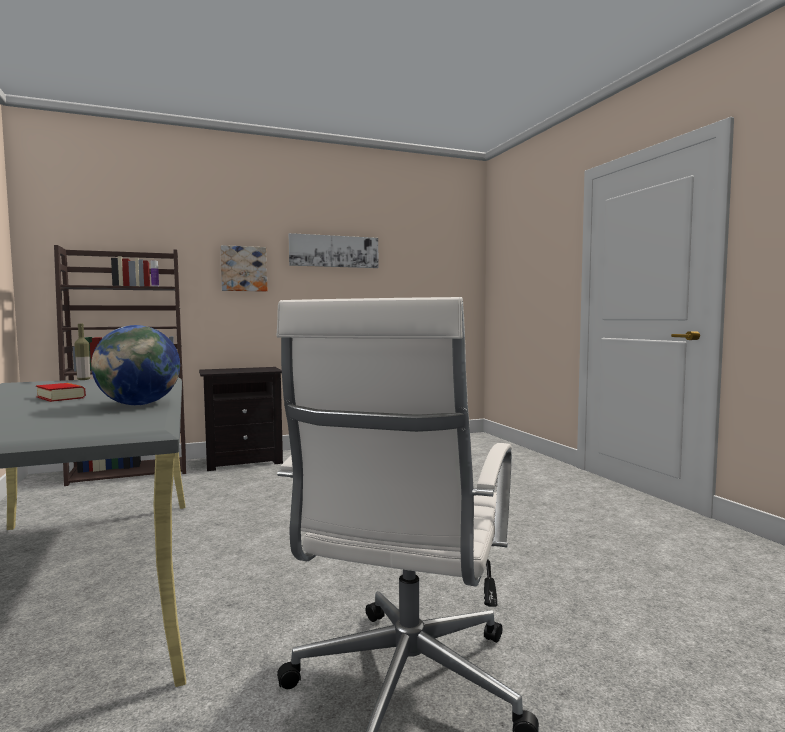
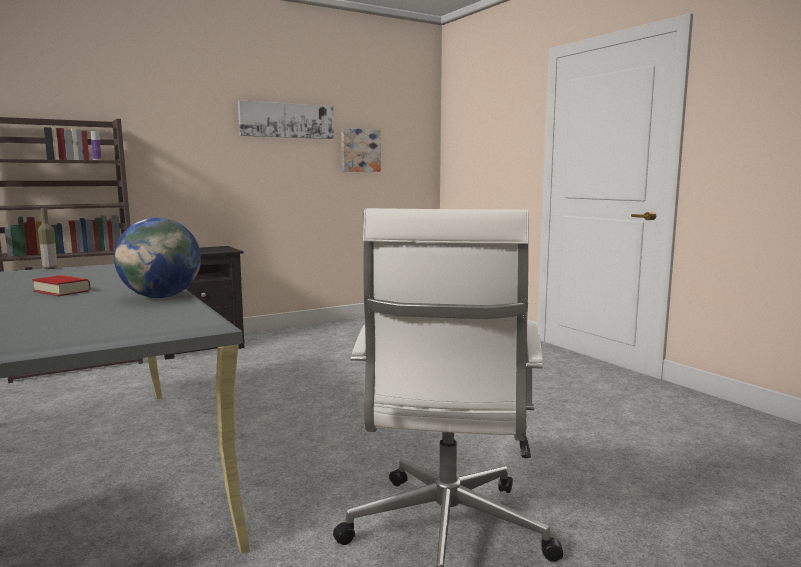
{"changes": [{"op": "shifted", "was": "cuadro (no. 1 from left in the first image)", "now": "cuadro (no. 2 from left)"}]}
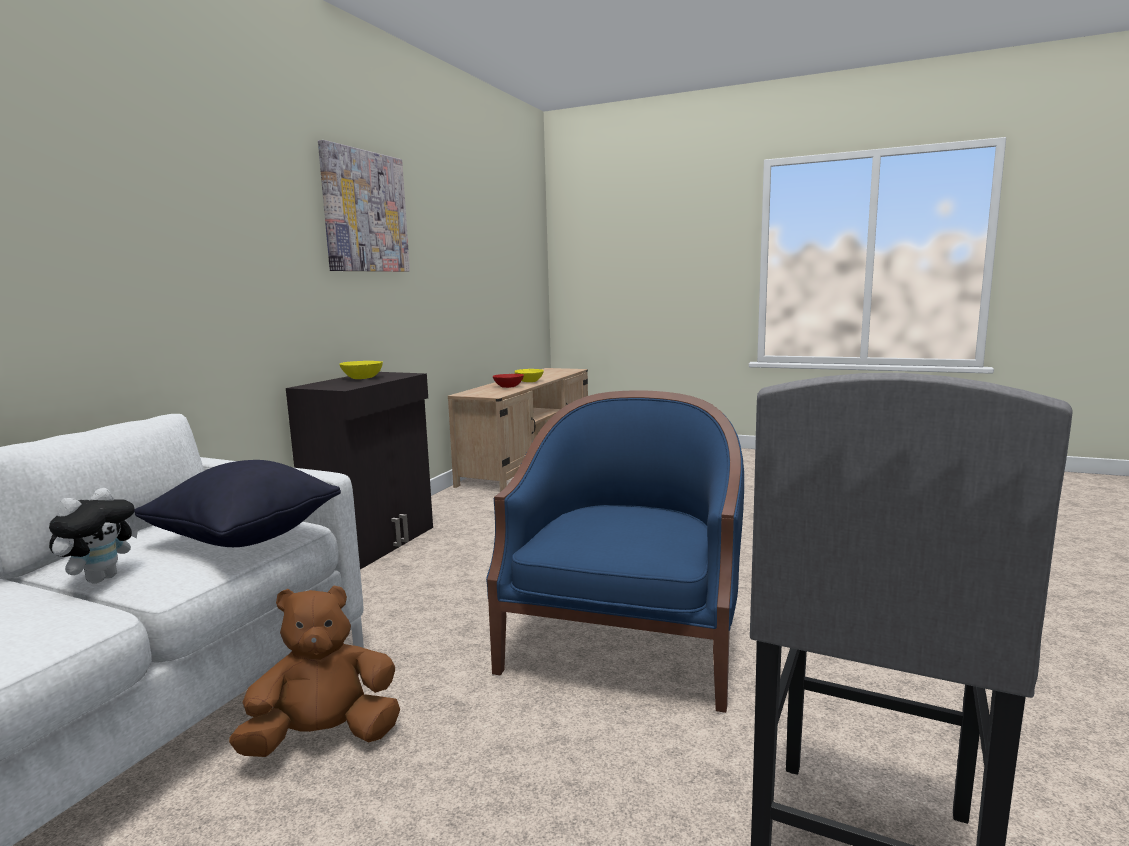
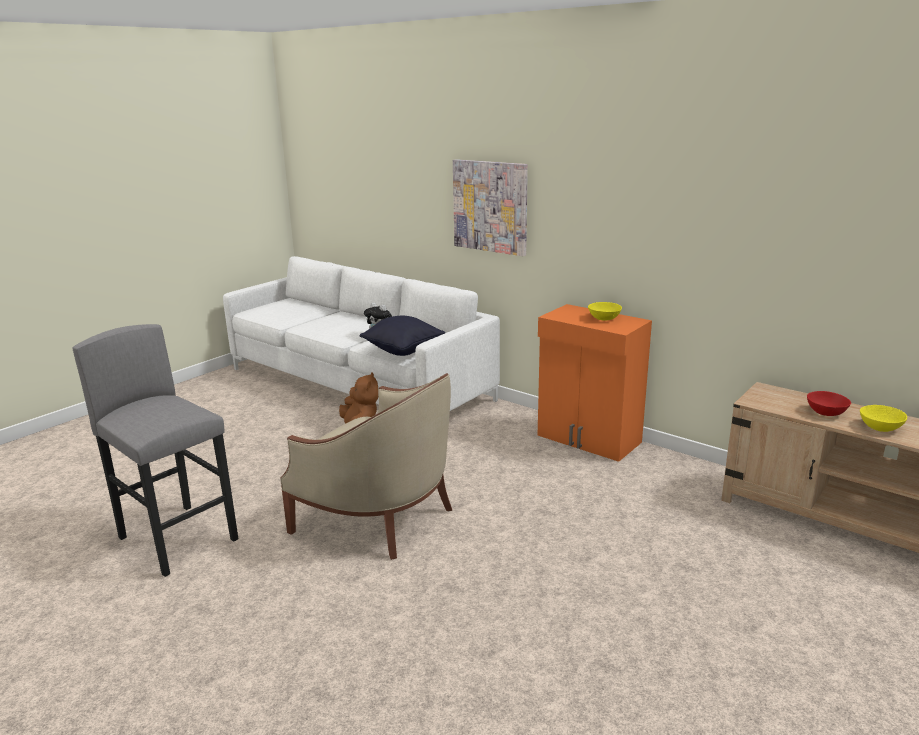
{"changes": [{"op": "shifted", "was": "cuadro"}, {"op": "repainted", "was": "armario [negro]", "now": "armario [naranja]"}, {"op": "repainted", "was": "sillón [azul]", "now": "sillón [beis]"}]}
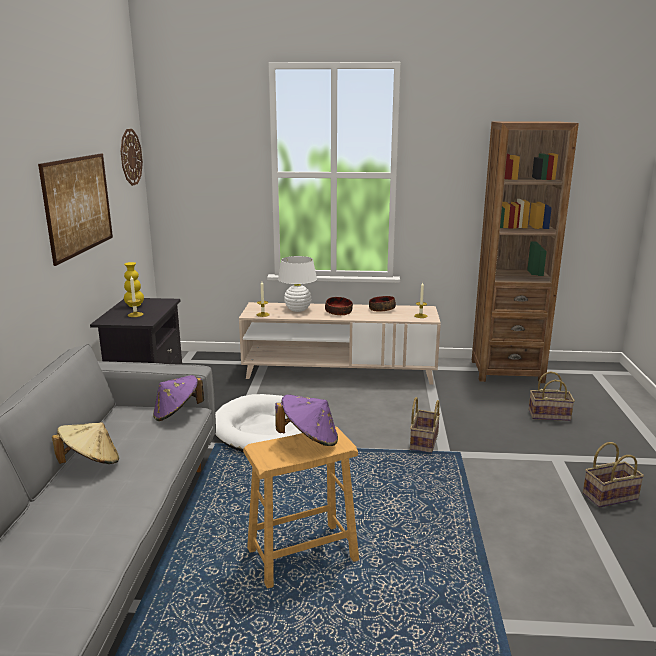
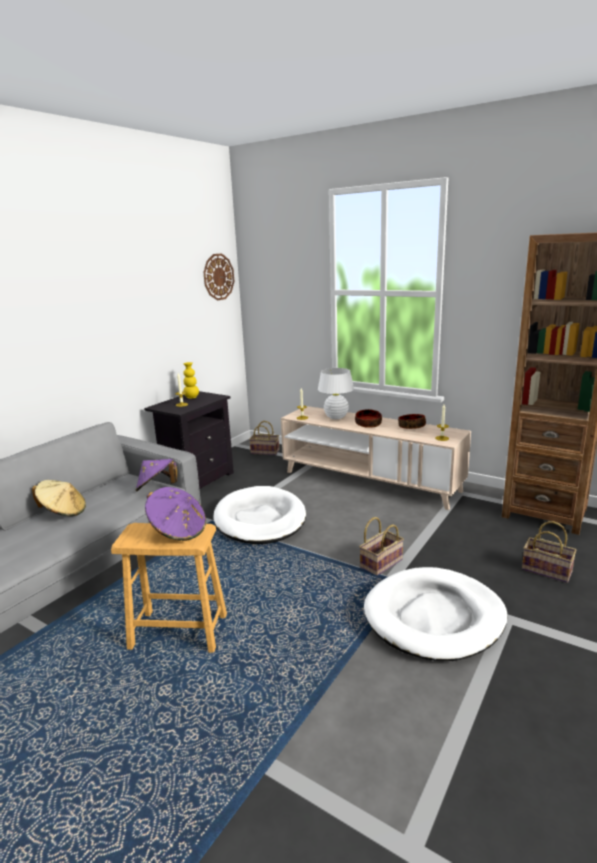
{"changes": [{"op": "gone", "was": "cuadro"}, {"op": "new", "now": "cama para perro [blanco] (no. 2 from left)"}, {"op": "shifted", "was": "cesta (no. 3 from left in the first image)", "now": "cesta (no. 1 from left)"}]}
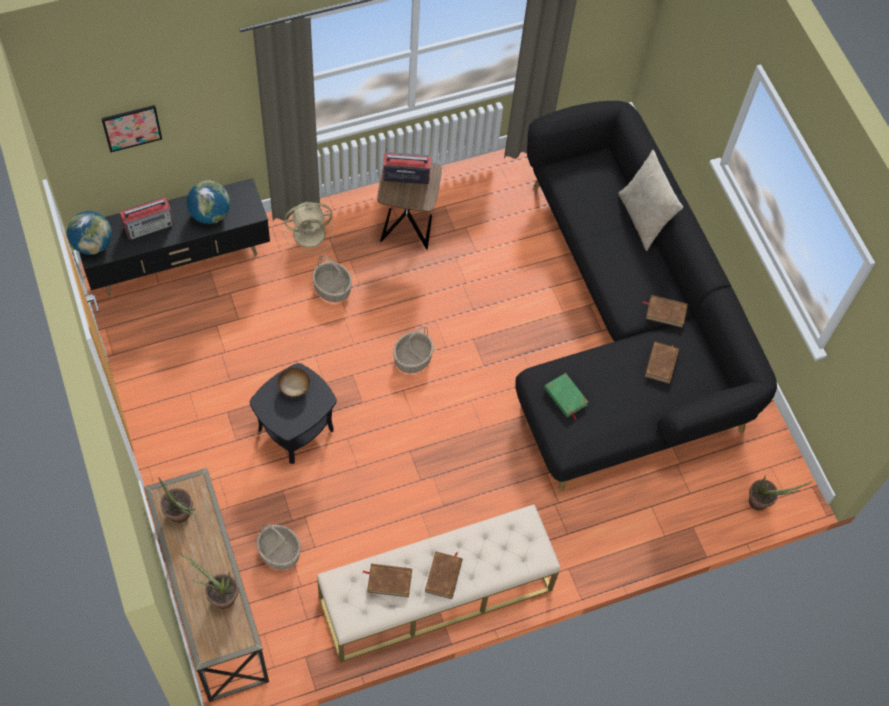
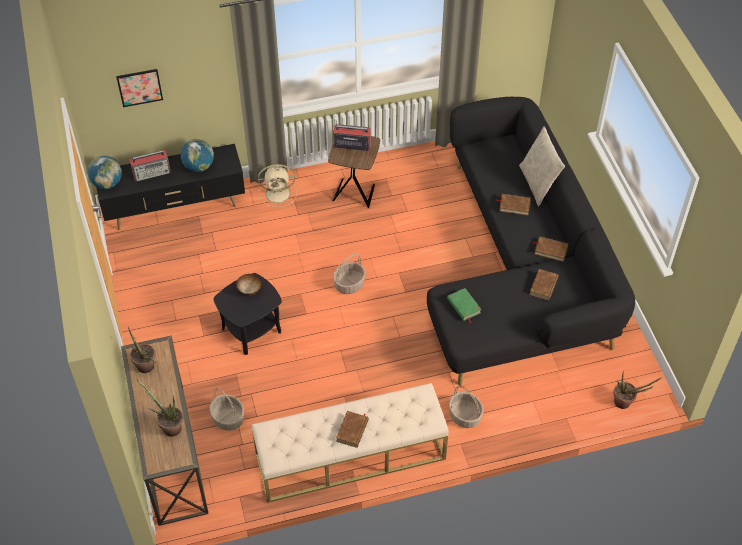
{"changes": [{"op": "shifted", "was": "cesta (no. 2 from left in the first image)", "now": "cesta (no. 3 from left)"}, {"op": "shifted", "was": "libro [marrón] (no. 1 from left in the first image)", "now": "libro [marrón] (no. 2 from left)"}]}
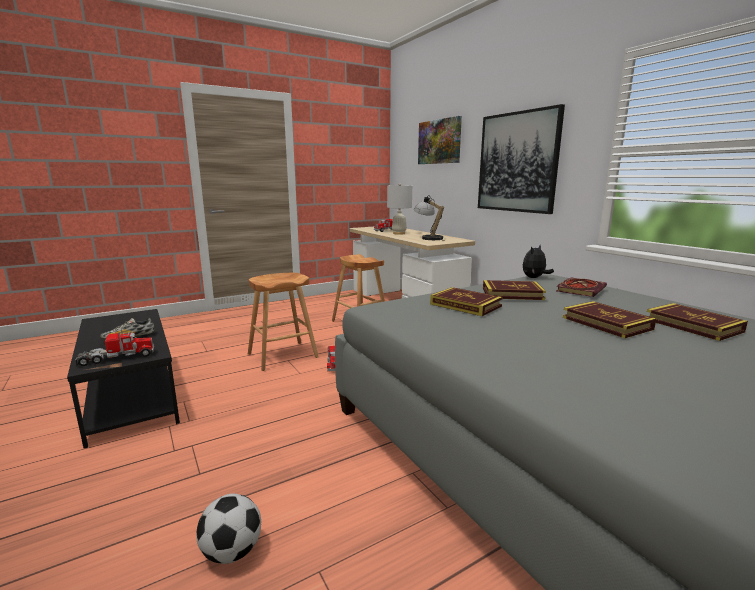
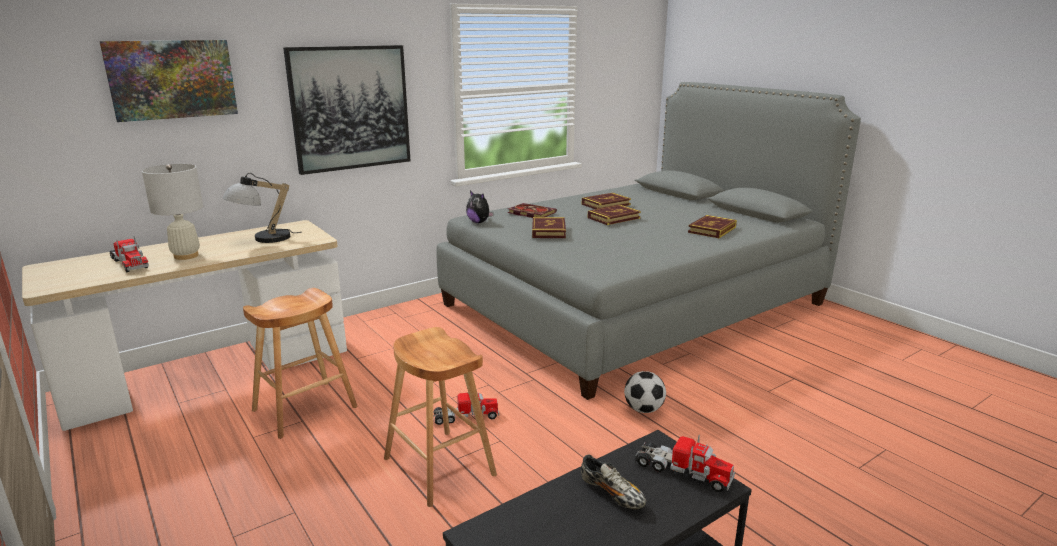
{"changes": [{"op": "shifted", "was": "balón de fútbol"}, {"op": "shifted", "was": "libro (no. 1 from left in the first image)", "now": "libro (no. 5 from left)"}, {"op": "rotated", "was": "camión de juguete (no. 1 from left in the first image)", "clockwise": 150}]}
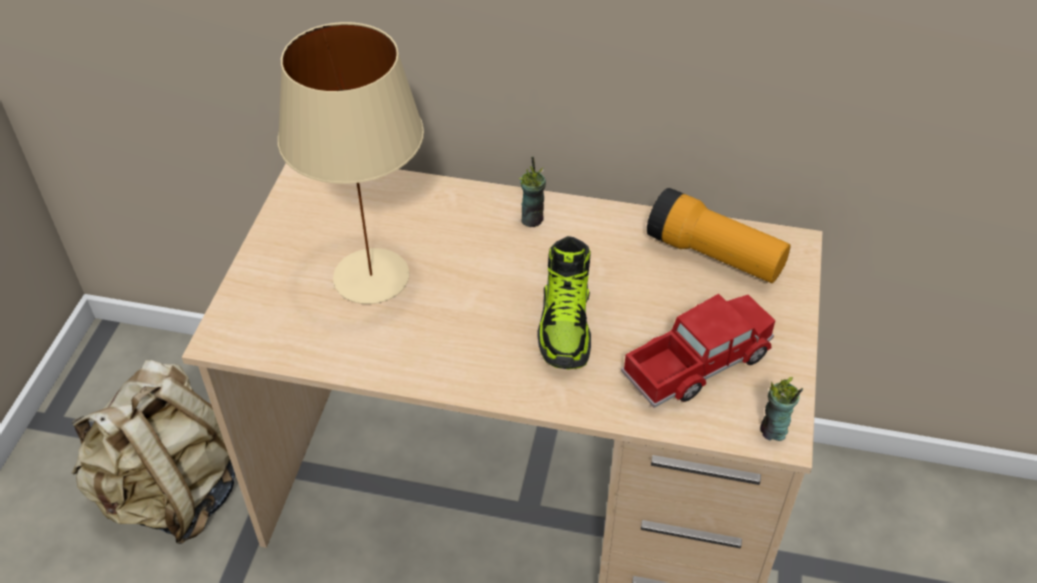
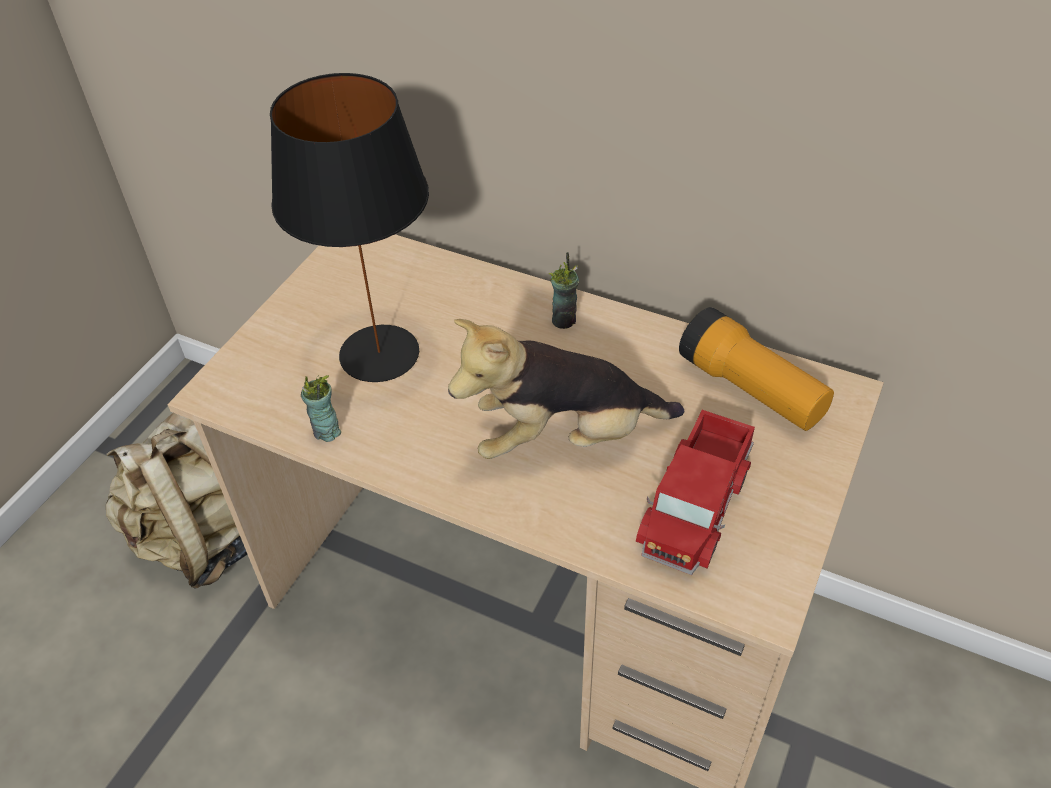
{"changes": [{"op": "shifted", "was": "taza (no. 2 from left in the first image)", "now": "taza (no. 1 from left)"}, {"op": "swapped", "was": "zapato", "now": "peluche"}, {"op": "repainted", "was": "lámpara de mesa [beis]", "now": "lámpara de mesa [negro]"}, {"op": "rotated", "was": "camión de juguete", "clockwise": 135}]}
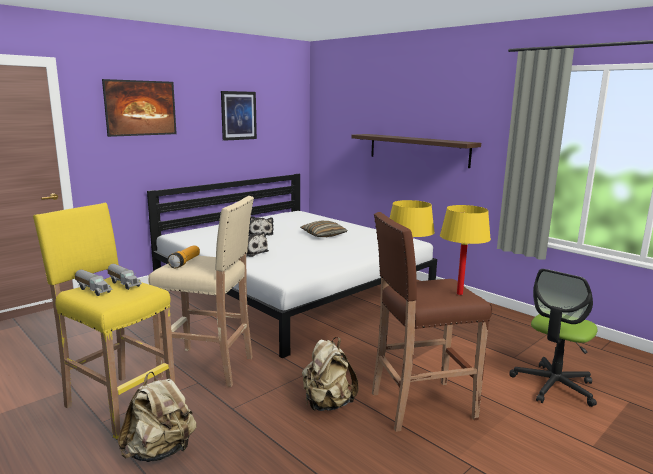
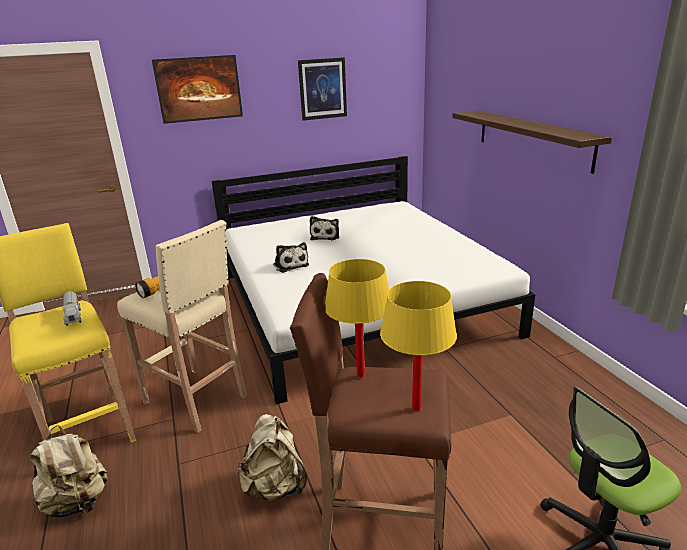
{"changes": [{"op": "gone", "was": "camión de juguete (no. 1 from left)"}, {"op": "gone", "was": "cojín"}]}
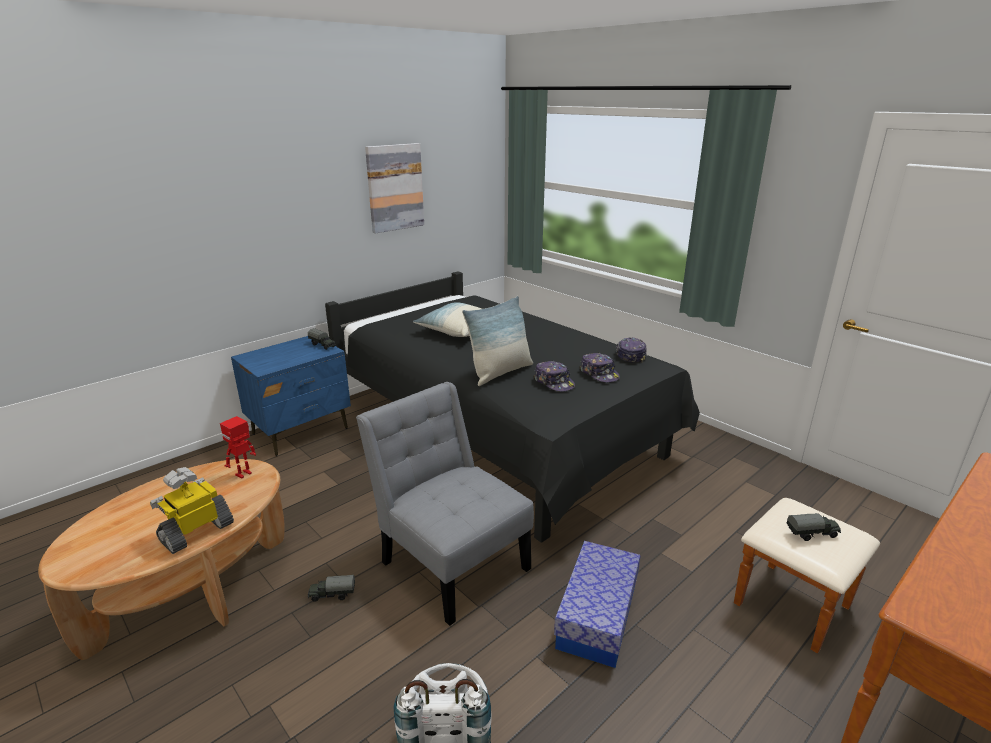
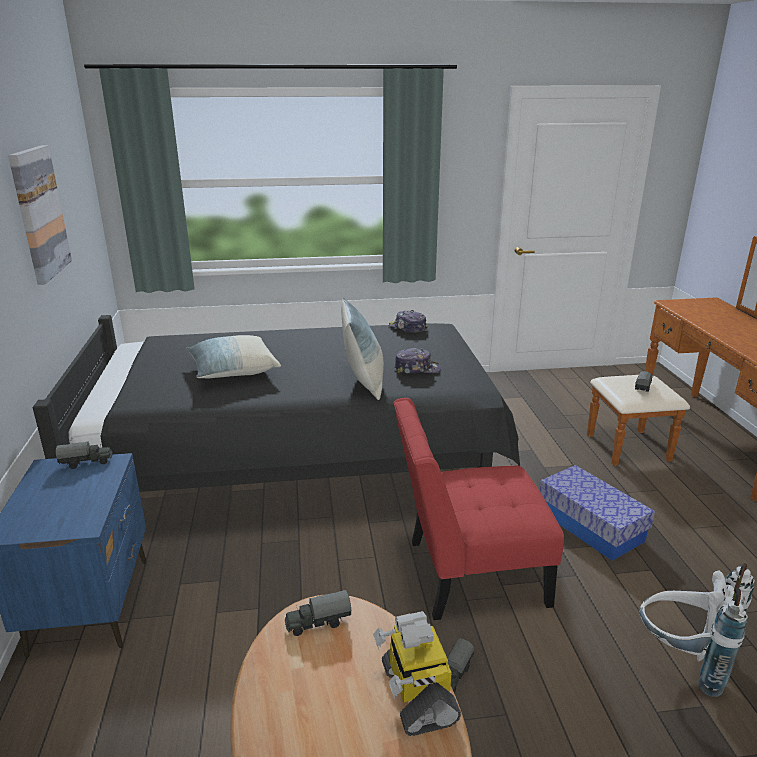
{"changes": [{"op": "gone", "was": "gorra (no. 2 from left)"}, {"op": "swapped", "was": "robot de juguete (no. 2 from left)", "now": "camión de juguete (no. 2 from left)"}, {"op": "repainted", "was": "silla [gris]", "now": "silla [rojo]"}]}
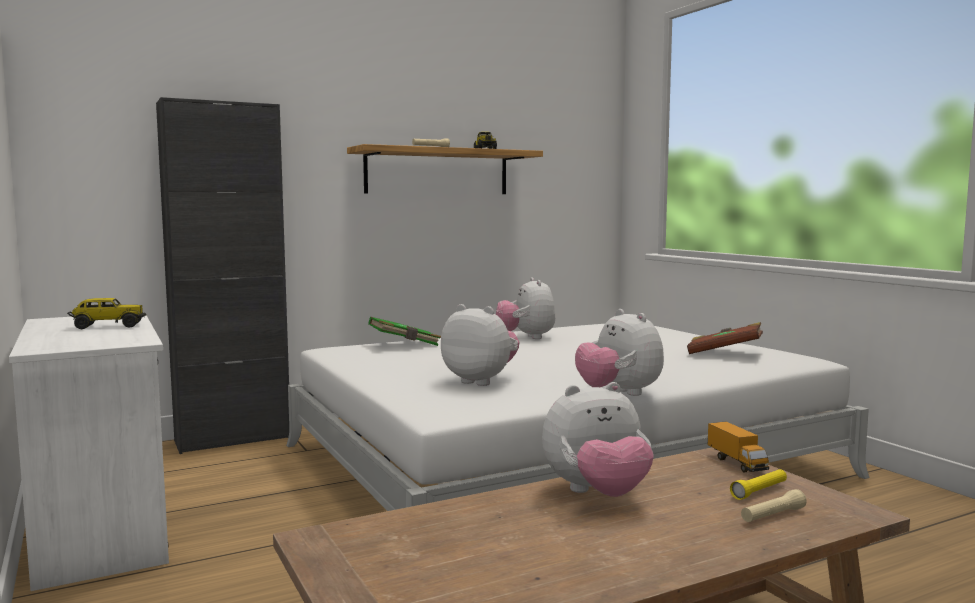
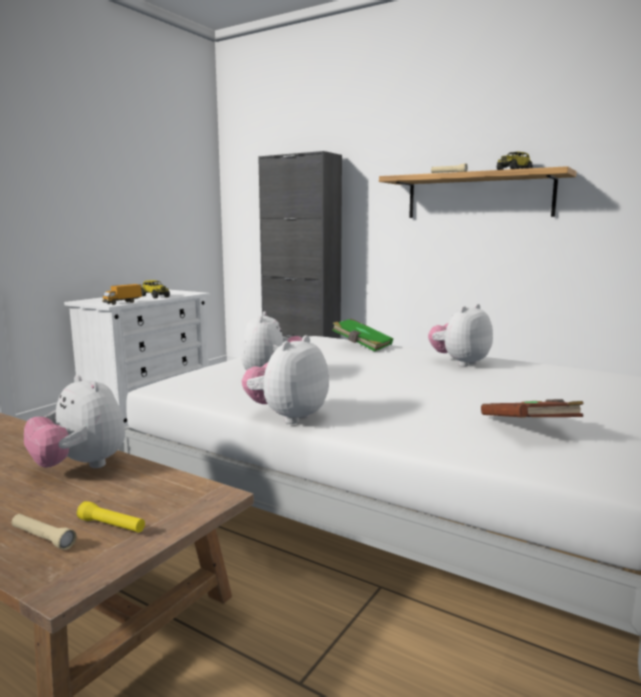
{"changes": [{"op": "shifted", "was": "camión de juguete (no. 3 from left in the first image)", "now": "camión de juguete (no. 1 from left)"}]}
